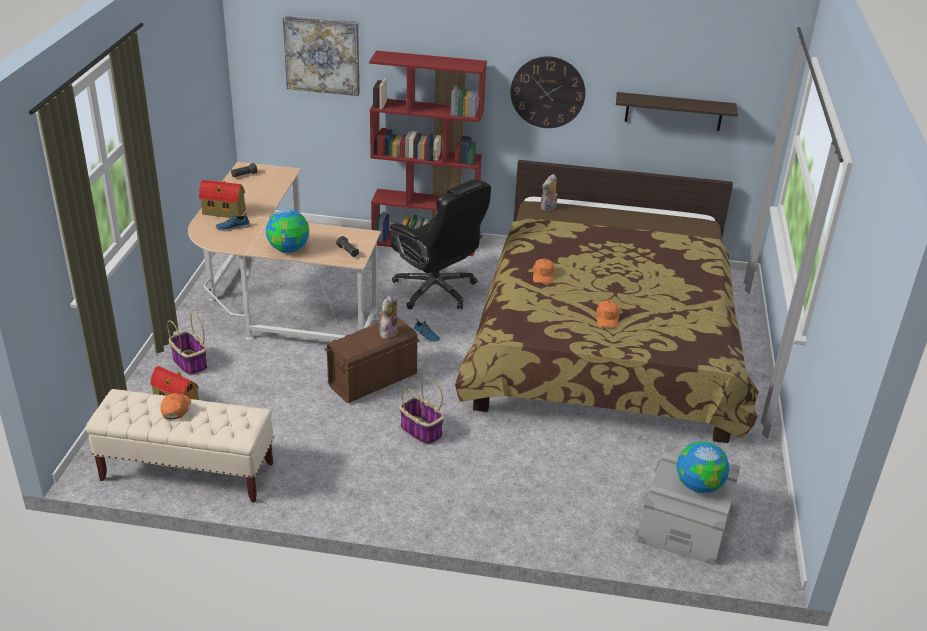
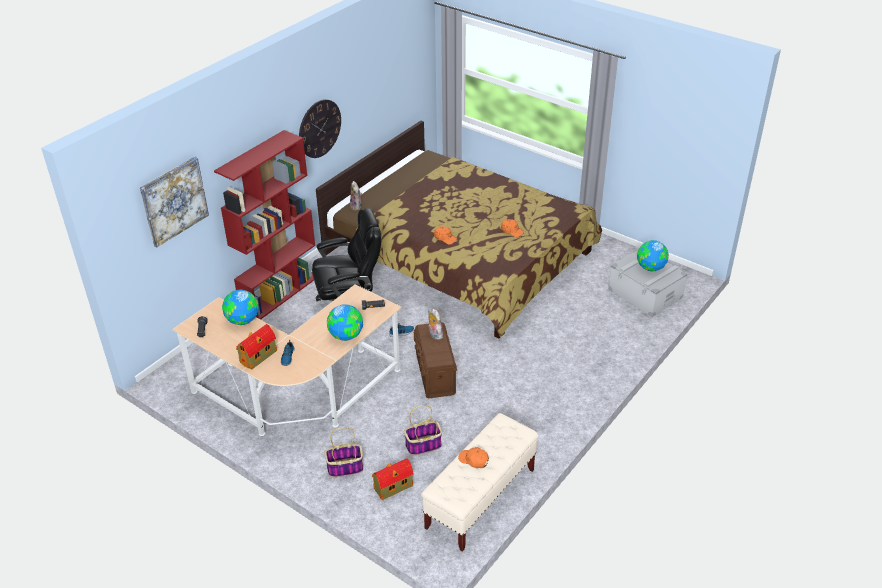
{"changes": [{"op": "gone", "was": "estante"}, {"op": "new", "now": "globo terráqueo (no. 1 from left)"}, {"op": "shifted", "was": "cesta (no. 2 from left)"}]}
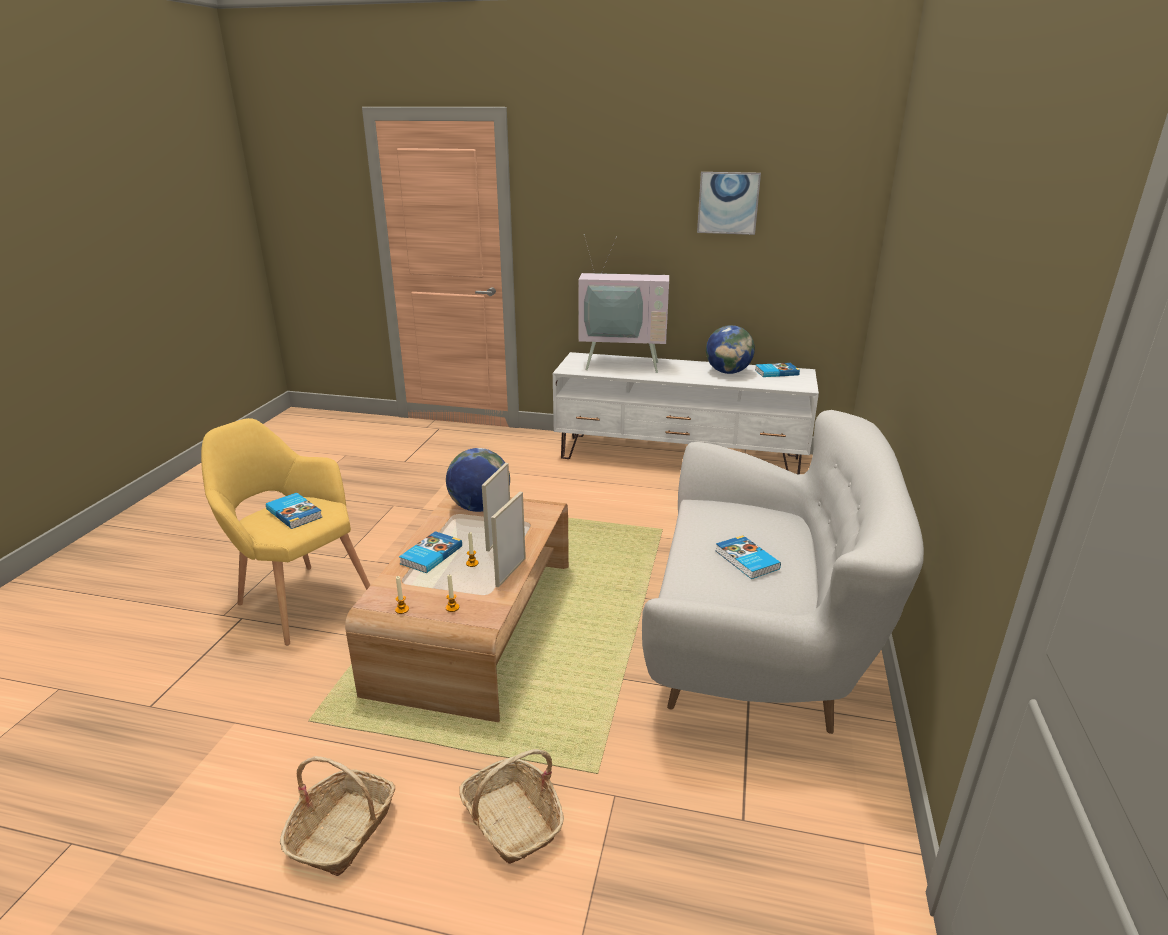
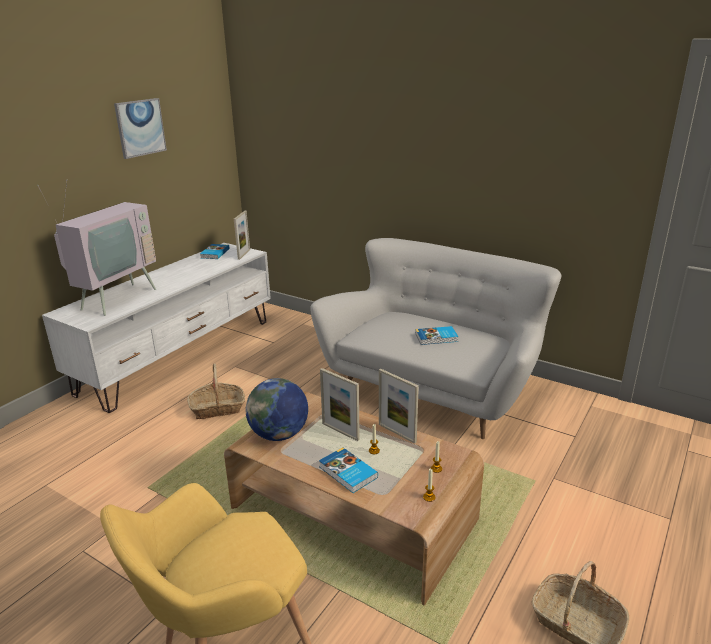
{"changes": [{"op": "gone", "was": "libro (no. 1 from left)"}, {"op": "gone", "was": "globo terráqueo (no. 2 from left)"}, {"op": "new", "now": "portarretratos (no. 1 from left)"}, {"op": "shifted", "was": "cesta (no. 2 from left in the first image)", "now": "cesta (no. 1 from left)"}]}
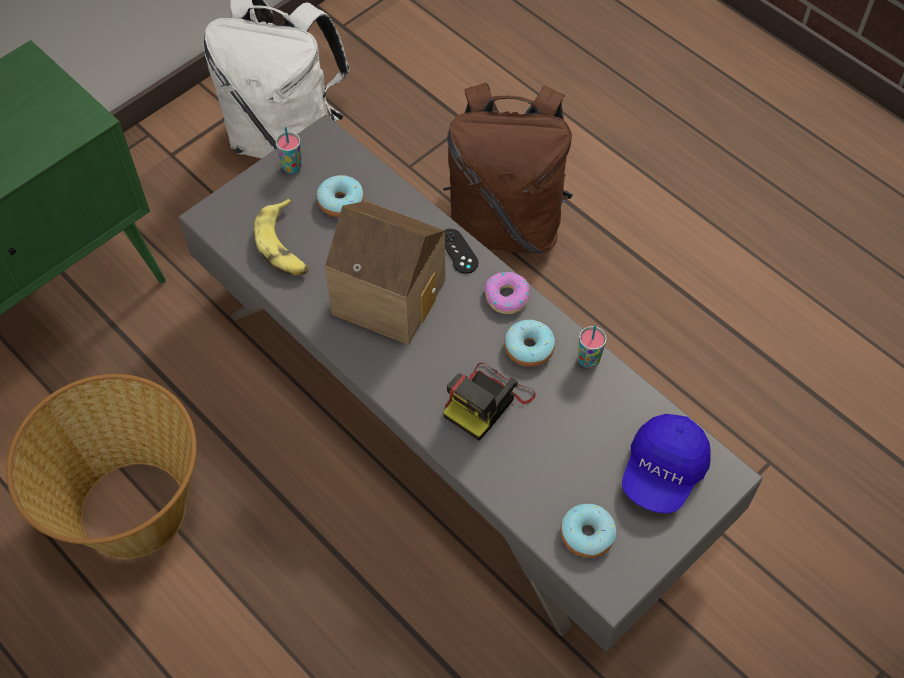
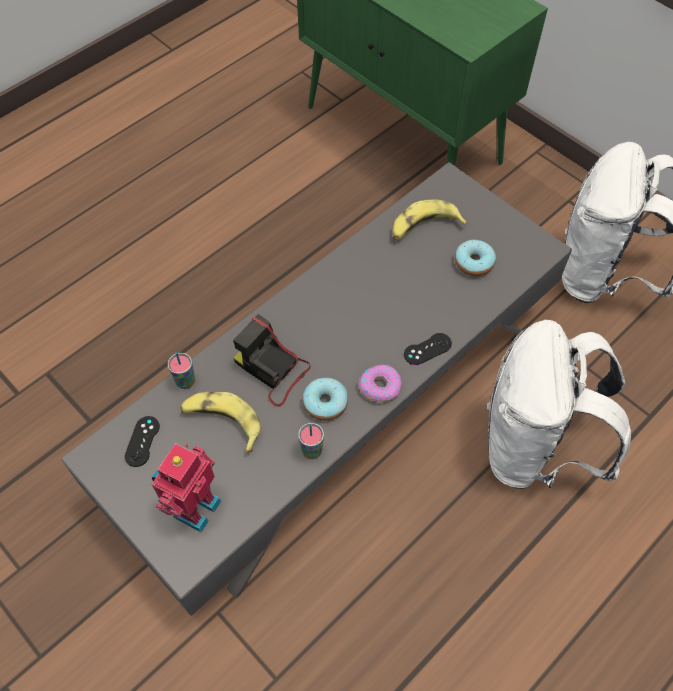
{"changes": [{"op": "gone", "was": "cesta"}, {"op": "gone", "was": "casita"}, {"op": "new", "now": "plátano (no. 1 from left)"}, {"op": "shifted", "was": "taza (no. 1 from left)"}, {"op": "swapped", "was": "rosquilla (no. 4 from left)", "now": "mando de consola [negro] (no. 1 from left)"}, {"op": "swapped", "was": "gorra [azul]", "now": "robot de juguete"}, {"op": "repainted", "was": "mochila [marrón]", "now": "mochila [blanco] (no. 1 from left)"}]}
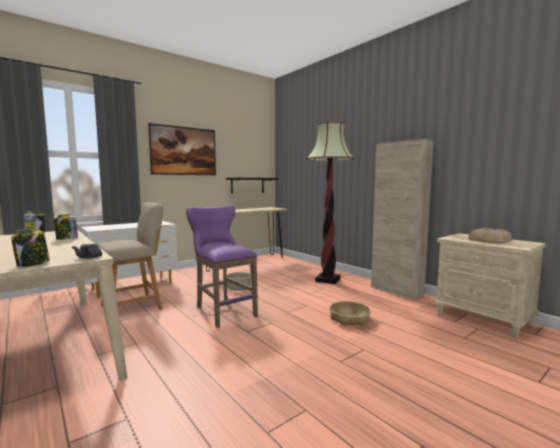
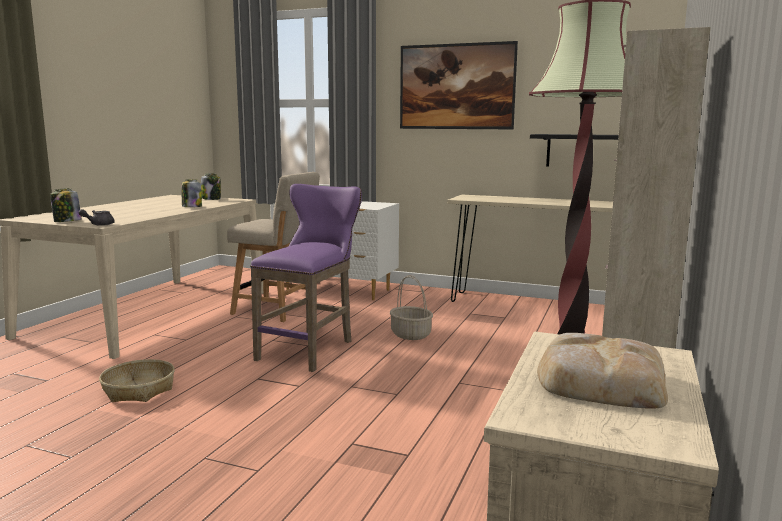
{"changes": [{"op": "shifted", "was": "cesta (no. 2 from left in the first image)", "now": "cesta (no. 1 from left)"}]}
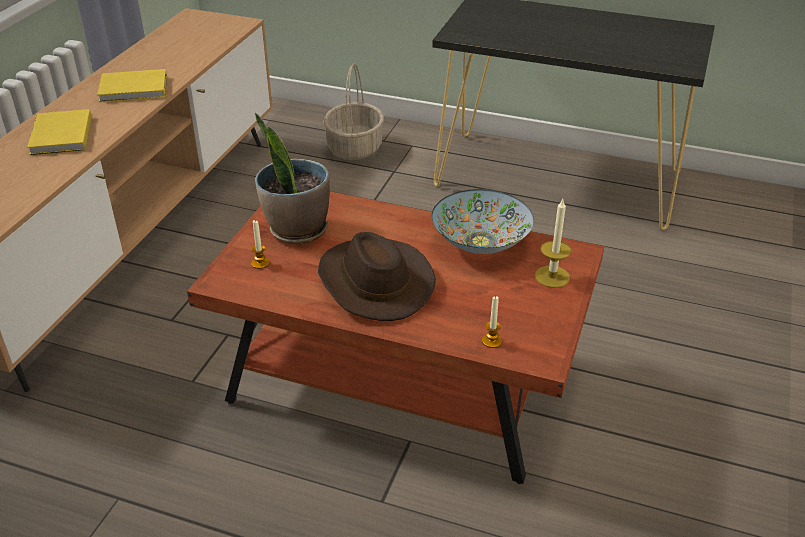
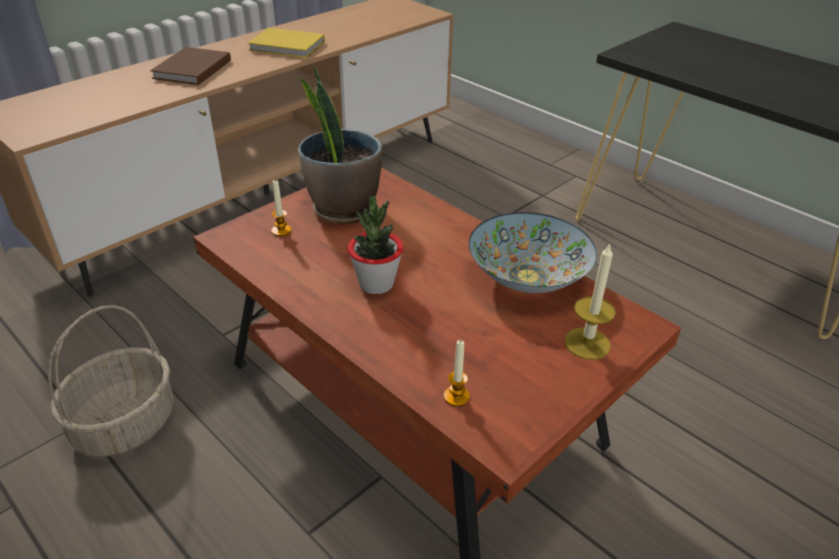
{"changes": [{"op": "shifted", "was": "cesta"}, {"op": "swapped", "was": "sombrero [marrón]", "now": "planta en maceta (no. 2 from left)"}, {"op": "repainted", "was": "libro [amarillo] (no. 1 from left)", "now": "libro [marrón]"}]}
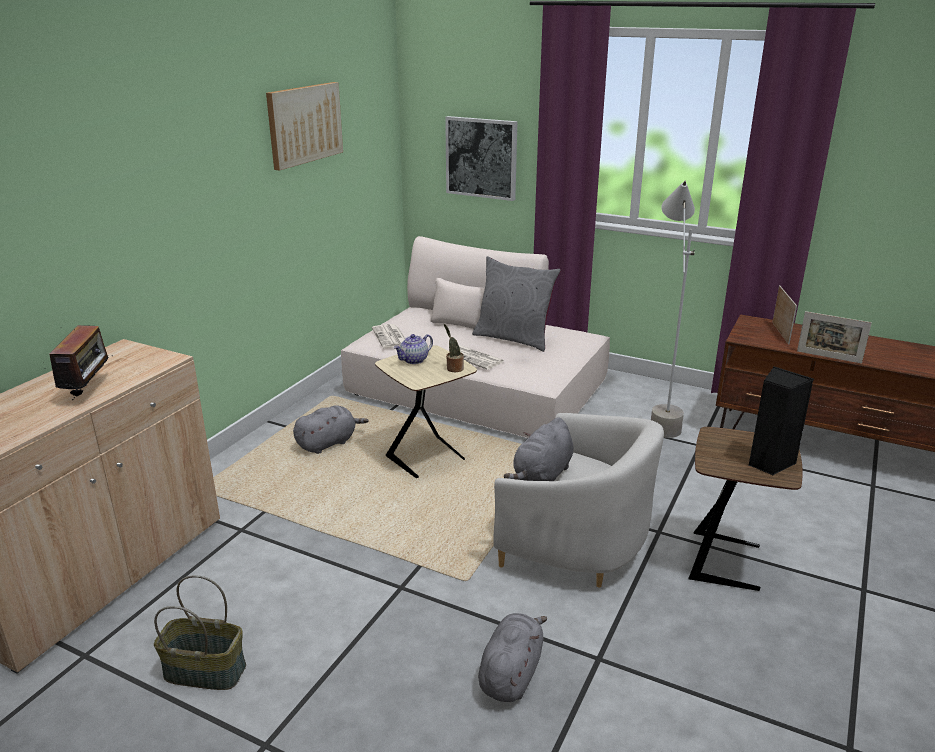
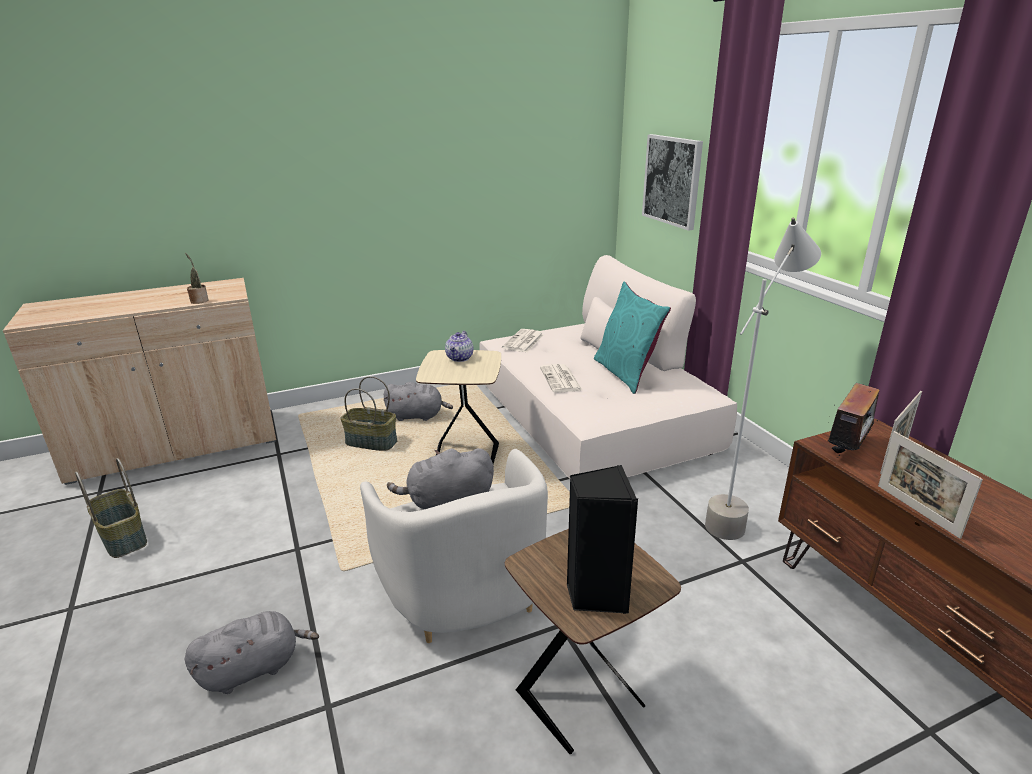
{"changes": [{"op": "gone", "was": "cuadro (no. 1 from left)"}, {"op": "new", "now": "cesta (no. 2 from left)"}, {"op": "shifted", "was": "radio"}, {"op": "shifted", "was": "planta en maceta"}, {"op": "repainted", "was": "cojín [gris]", "now": "cojín [turquesa]"}, {"op": "rotated", "was": "tetera", "clockwise": -75}]}
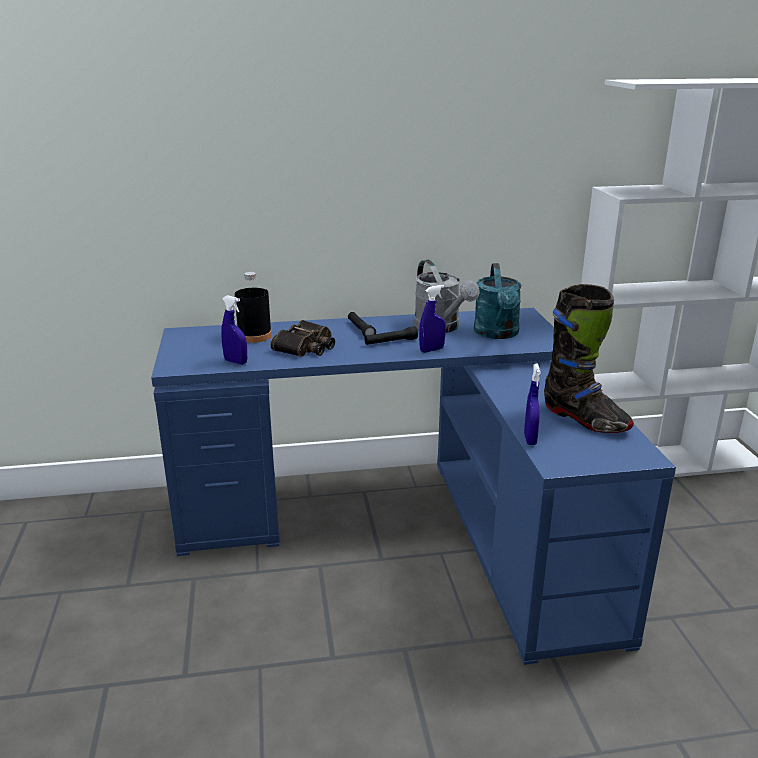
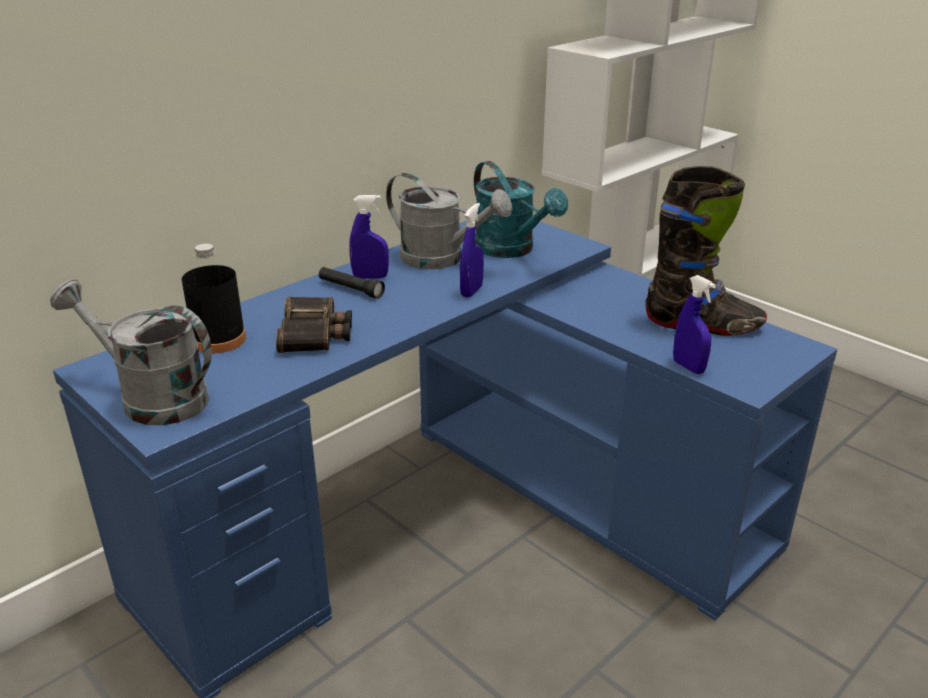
{"changes": [{"op": "gone", "was": "linterna [negro] (no. 2 from left)"}, {"op": "new", "now": "regadera [gris] (no. 1 from left)"}, {"op": "shifted", "was": "pulverizador [azul] (no. 1 from left)"}]}
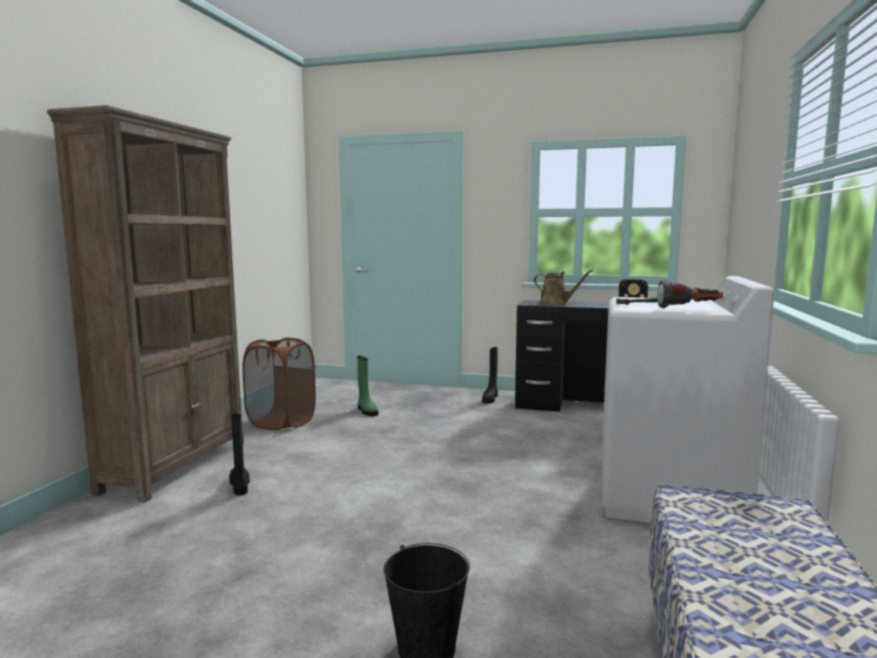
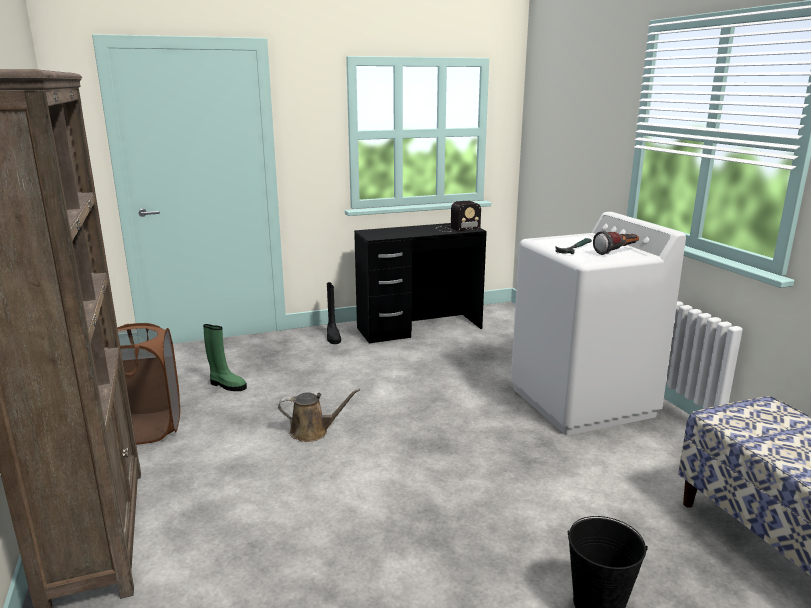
{"changes": [{"op": "gone", "was": "bota [negro] (no. 1 from left)"}, {"op": "shifted", "was": "regadera [marrón]"}]}
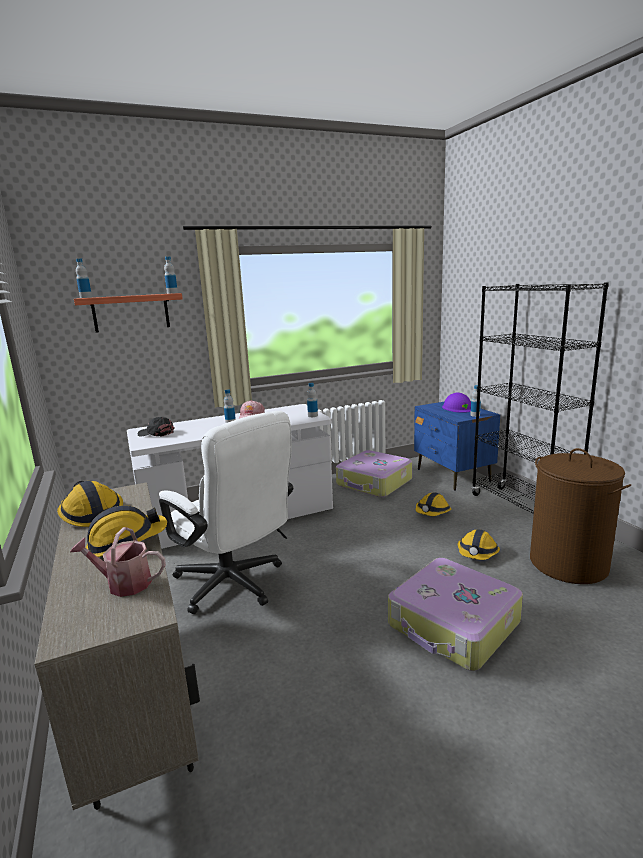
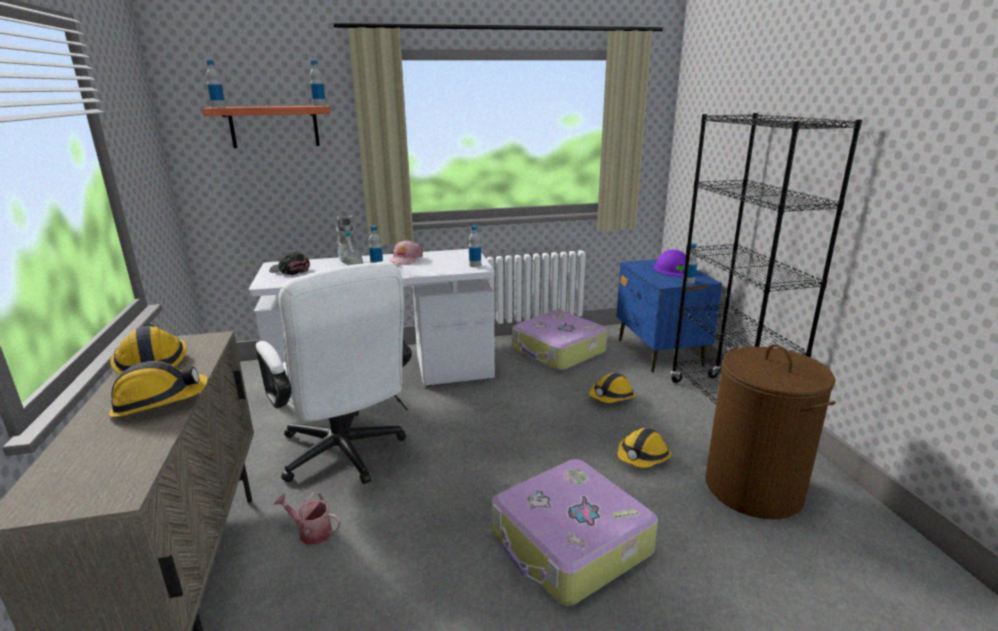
{"changes": [{"op": "new", "now": "bota [gris]"}, {"op": "shifted", "was": "regadera"}]}
